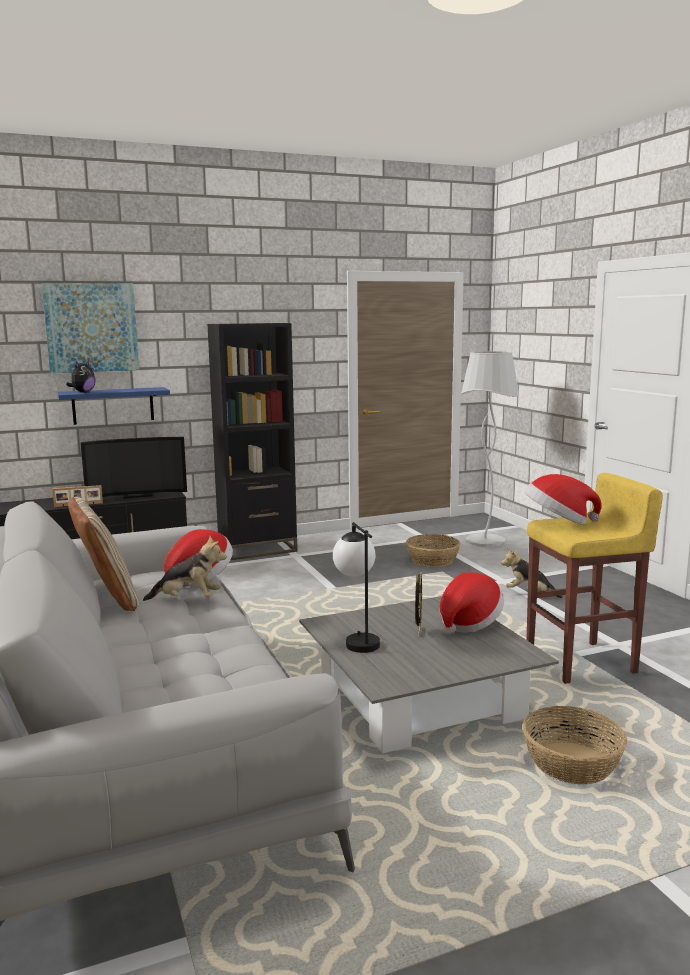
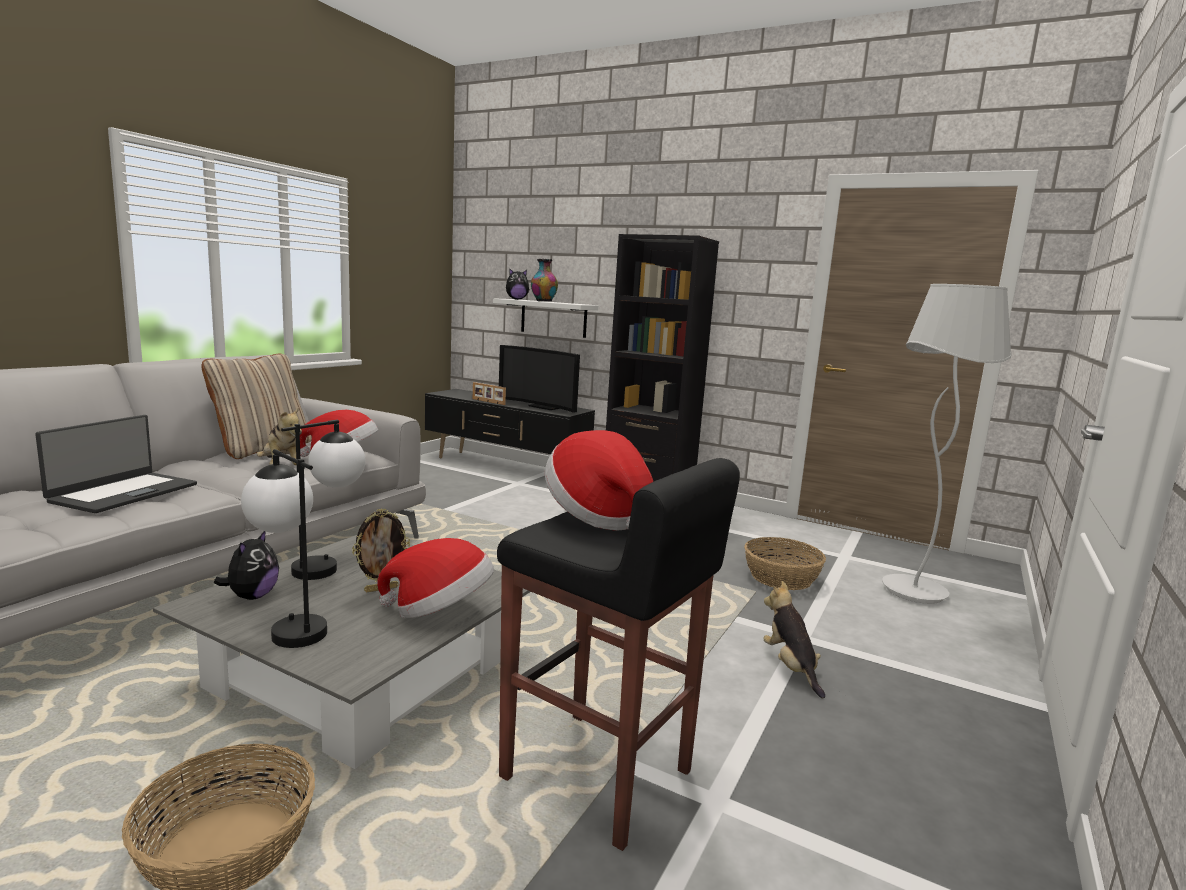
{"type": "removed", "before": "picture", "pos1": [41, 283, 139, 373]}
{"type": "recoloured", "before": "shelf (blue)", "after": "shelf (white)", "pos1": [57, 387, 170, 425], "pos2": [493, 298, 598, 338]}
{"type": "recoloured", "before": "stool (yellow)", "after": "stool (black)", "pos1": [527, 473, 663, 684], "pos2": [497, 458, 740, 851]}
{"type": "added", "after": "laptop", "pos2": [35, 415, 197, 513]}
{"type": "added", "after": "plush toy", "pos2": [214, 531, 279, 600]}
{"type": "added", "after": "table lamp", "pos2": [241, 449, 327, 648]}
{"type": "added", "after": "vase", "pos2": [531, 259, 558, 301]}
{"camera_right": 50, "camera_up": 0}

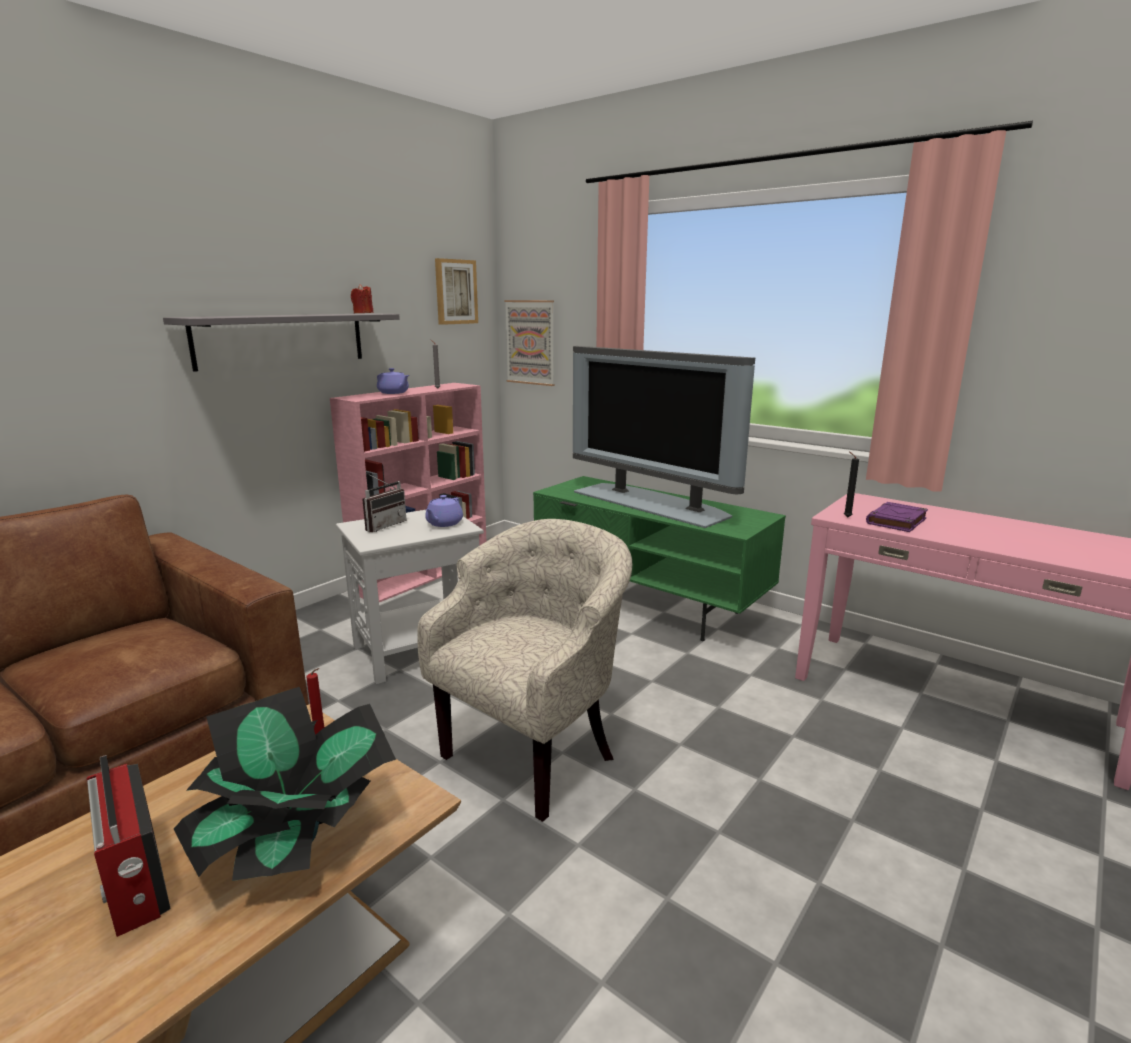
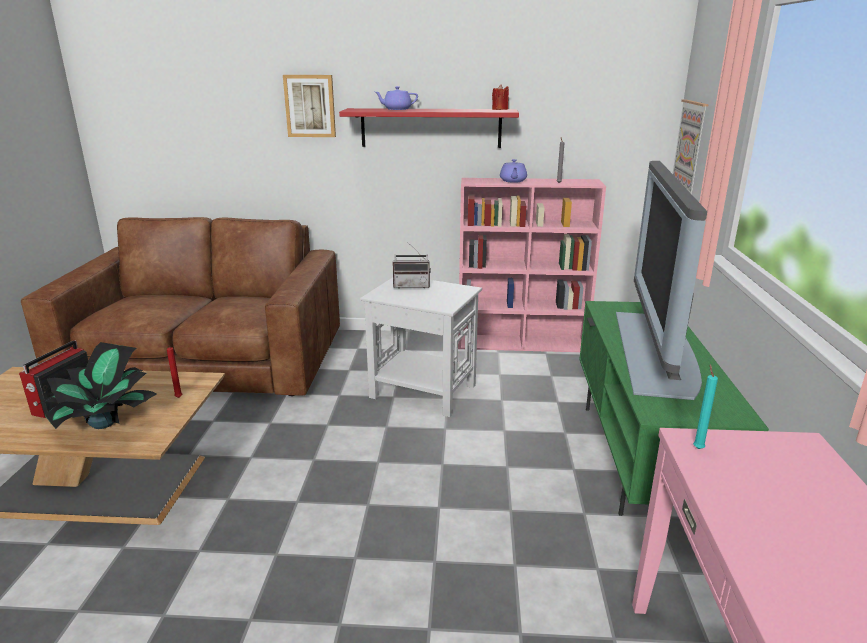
{"type": "recoloured", "before": "shelf (grey)", "after": "shelf (red)", "pos1": [163, 313, 400, 372], "pos2": [339, 108, 519, 148]}
{"type": "removed", "before": "armchair (beige)", "pos1": [417, 519, 632, 822]}
{"type": "moved", "before": "teapot (purple)", "pos1": [425, 495, 463, 527], "pos2": [375, 86, 418, 110]}
{"type": "moved", "before": "picture", "pos1": [435, 258, 478, 325], "pos2": [283, 75, 336, 137]}
{"type": "recoloured", "before": "candle (black)", "after": "candle (turquoise)", "pos1": [844, 452, 859, 518], "pos2": [693, 364, 718, 449]}
{"type": "removed", "before": "book (purple)", "pos1": [866, 502, 928, 532]}
{"camera_right": 55, "camera_up": 5}

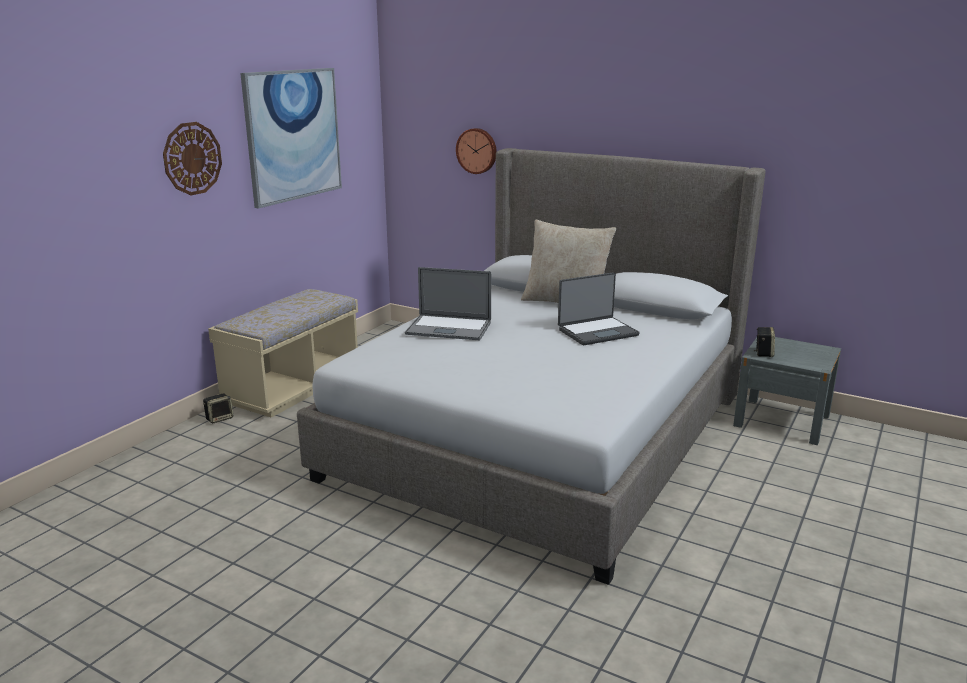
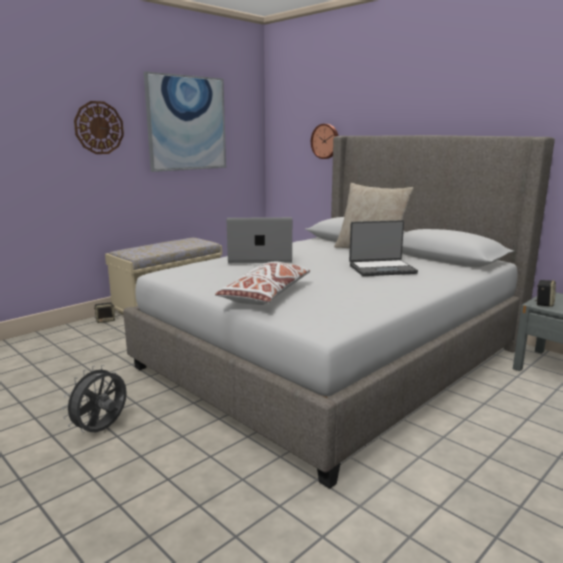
{"type": "turned", "before": "laptop", "pos1": [405, 267, 491, 340], "pos2": [227, 217, 292, 263], "turn": 150}
{"type": "added", "after": "fan (grey)", "pos2": [62, 365, 127, 433]}
{"type": "added", "after": "pillow (white)", "pos2": [215, 262, 310, 305]}
{"camera_right": 15, "camera_up": -5}

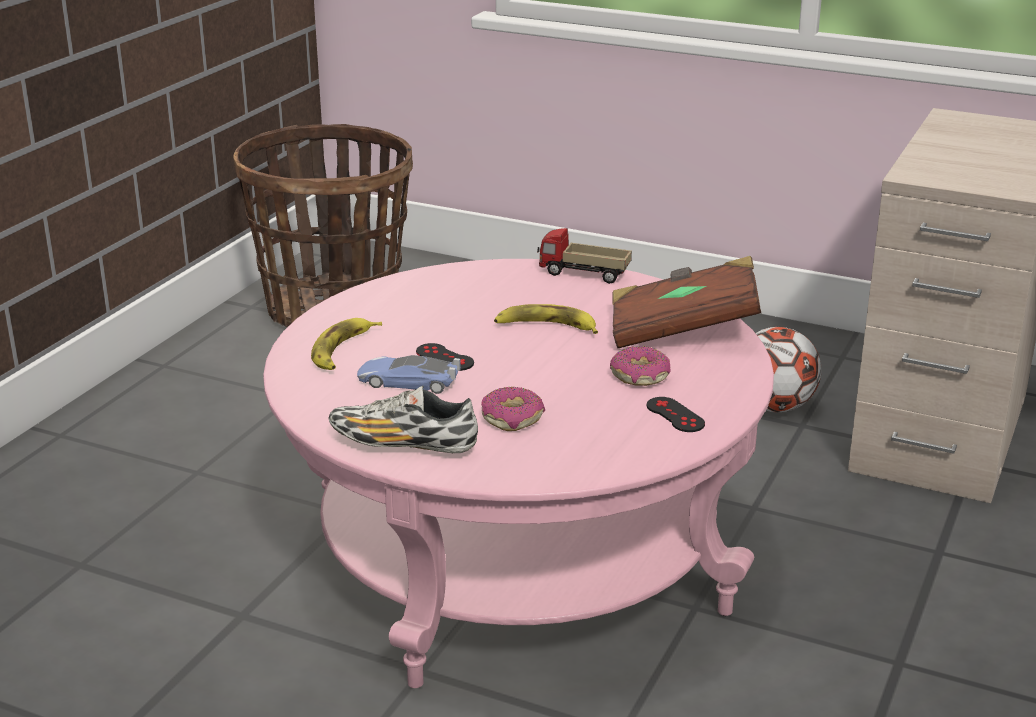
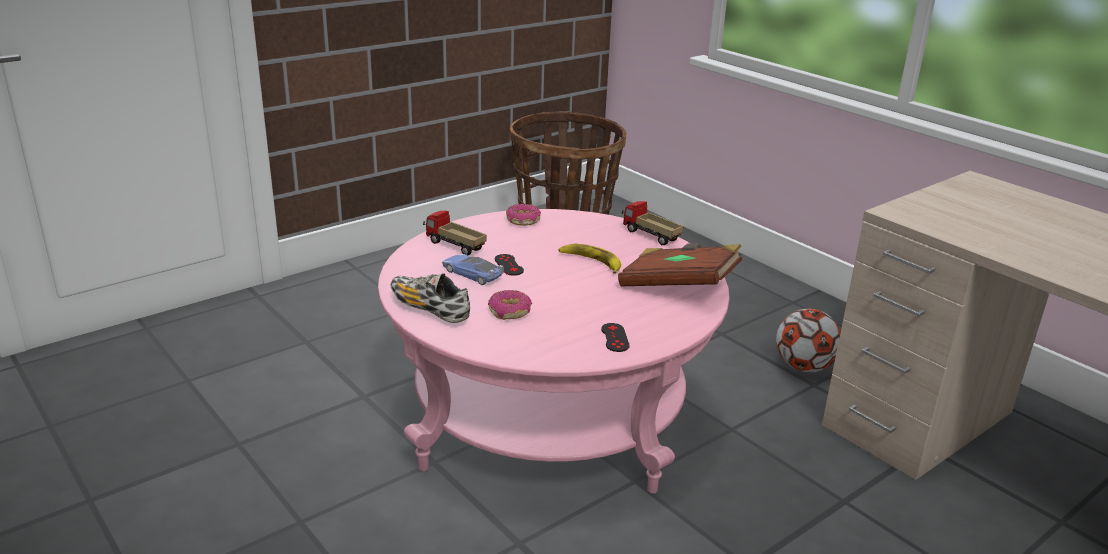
{"type": "replaced", "before": "banana", "after": "toy truck", "pos1": [311, 318, 382, 370], "pos2": [423, 211, 486, 255]}
{"type": "moved", "before": "donut", "pos1": [610, 346, 670, 386], "pos2": [506, 203, 541, 226]}
{"camera_right": 25, "camera_up": 0}

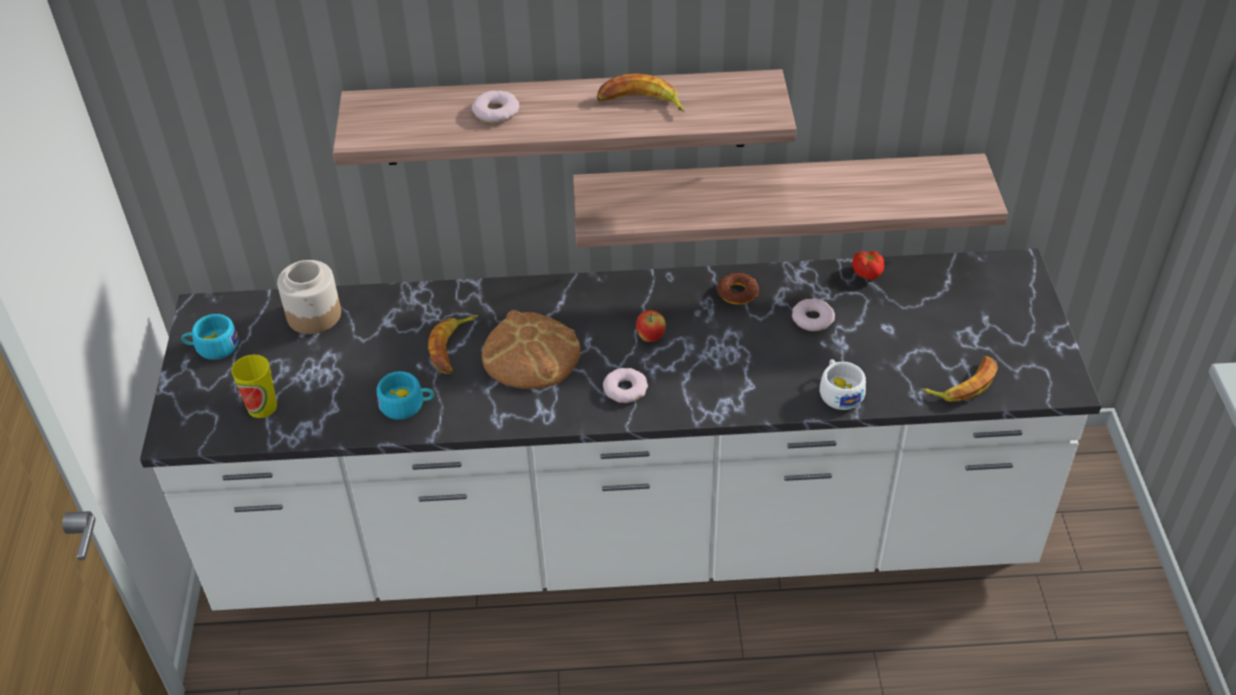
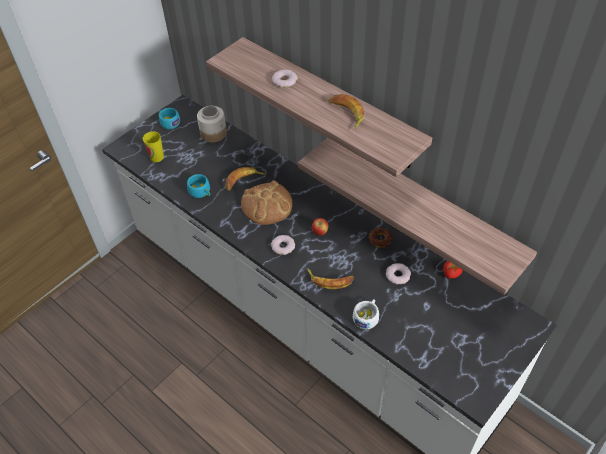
{"type": "moved", "before": "banana", "pos1": [920, 356, 998, 402], "pos2": [307, 268, 354, 289]}
{"camera_right": 45, "camera_up": 5}

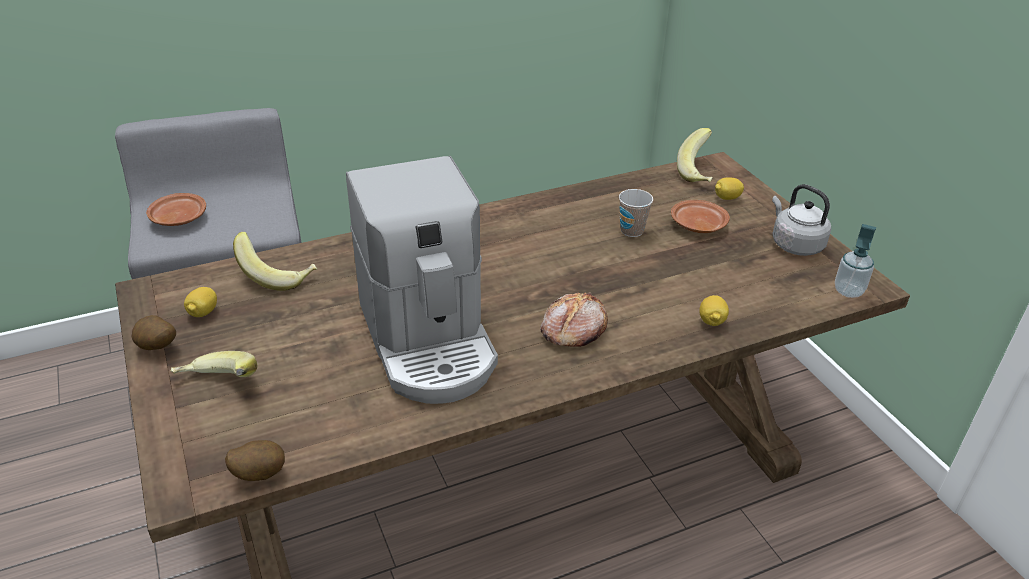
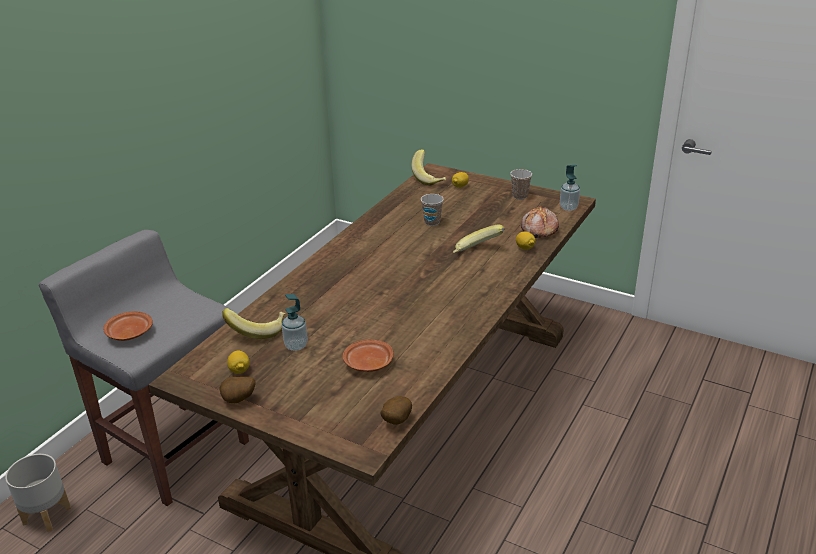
{"type": "moved", "before": "banana", "pos1": [170, 351, 257, 377], "pos2": [453, 225, 505, 253]}
{"type": "removed", "before": "coffee machine", "pos1": [346, 156, 498, 404]}
{"type": "moved", "before": "bread", "pos1": [540, 292, 608, 347], "pos2": [521, 206, 559, 238]}
{"type": "moved", "before": "plate (brown)", "pos1": [671, 200, 730, 233], "pos2": [343, 340, 393, 372]}
{"type": "replaced", "before": "kettle (grey)", "after": "cup", "pos1": [772, 184, 831, 256], "pos2": [510, 169, 532, 199]}
{"type": "added", "after": "planter (grey)", "pos2": [5, 454, 71, 532]}
{"type": "added", "after": "soap dispenser", "pos2": [282, 294, 308, 351]}
{"camera_right": -35, "camera_up": -5}

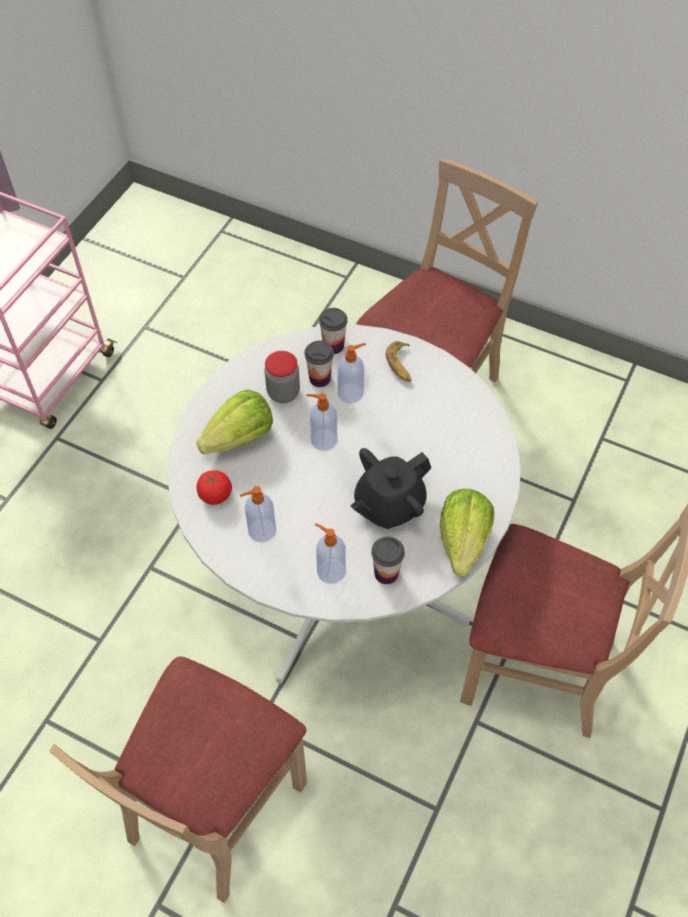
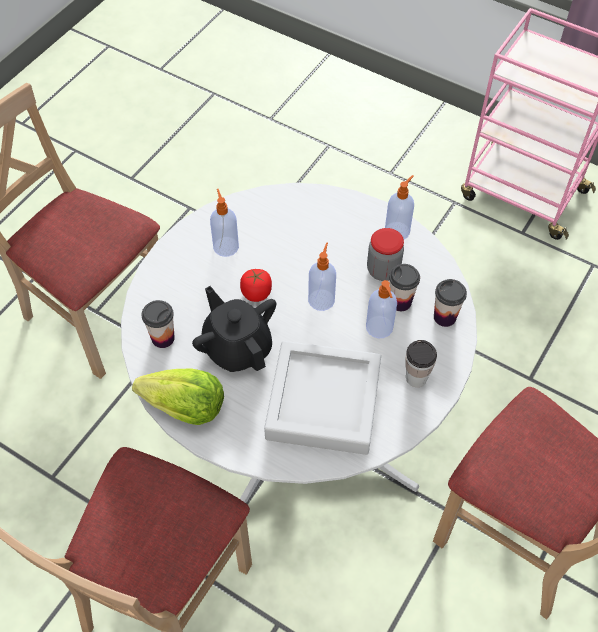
{"type": "removed", "before": "lettuce", "pos1": [196, 389, 273, 454]}
{"type": "moved", "before": "tomato", "pos1": [197, 470, 232, 505], "pos2": [240, 269, 272, 302]}
{"type": "moved", "before": "soap dispenser", "pos1": [315, 523, 346, 584], "pos2": [385, 175, 414, 240]}
{"type": "replaced", "before": "banana", "after": "cup", "pos1": [386, 341, 411, 382], "pos2": [405, 340, 437, 387]}
{"type": "added", "after": "tray (grey)", "pos2": [264, 341, 381, 455]}
{"camera_right": 95, "camera_up": 0}

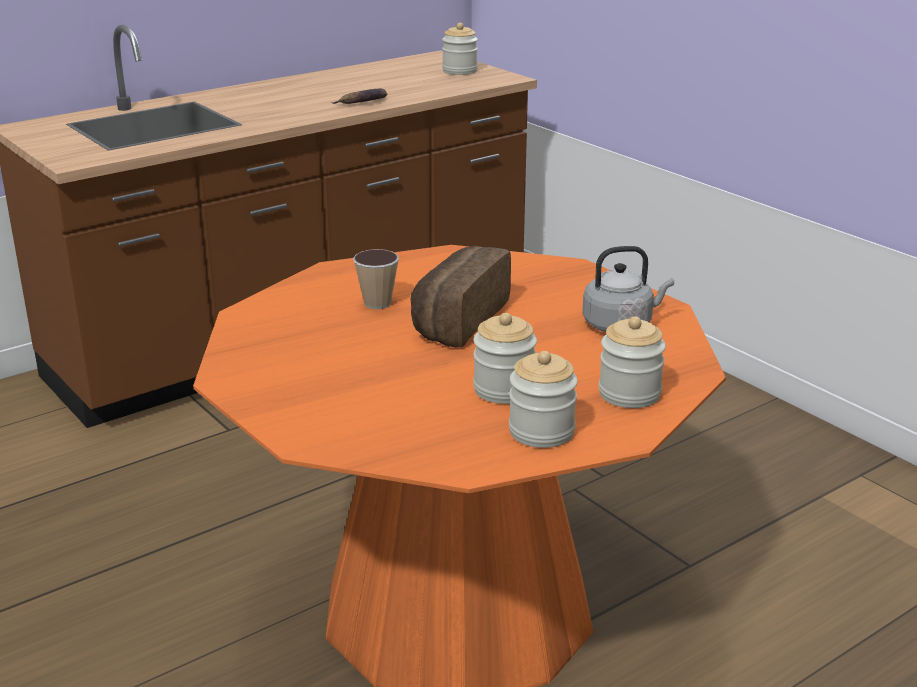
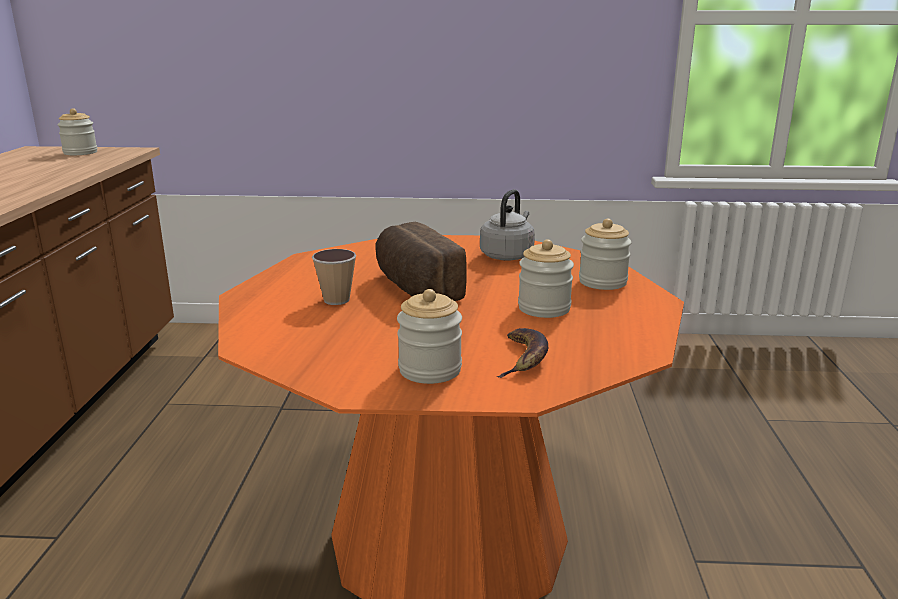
{"type": "moved", "before": "banana", "pos1": [331, 89, 387, 104], "pos2": [497, 328, 548, 378]}
{"type": "moved", "before": "jar", "pos1": [509, 351, 578, 448], "pos2": [397, 289, 462, 384]}
{"camera_right": -50, "camera_up": -5}

